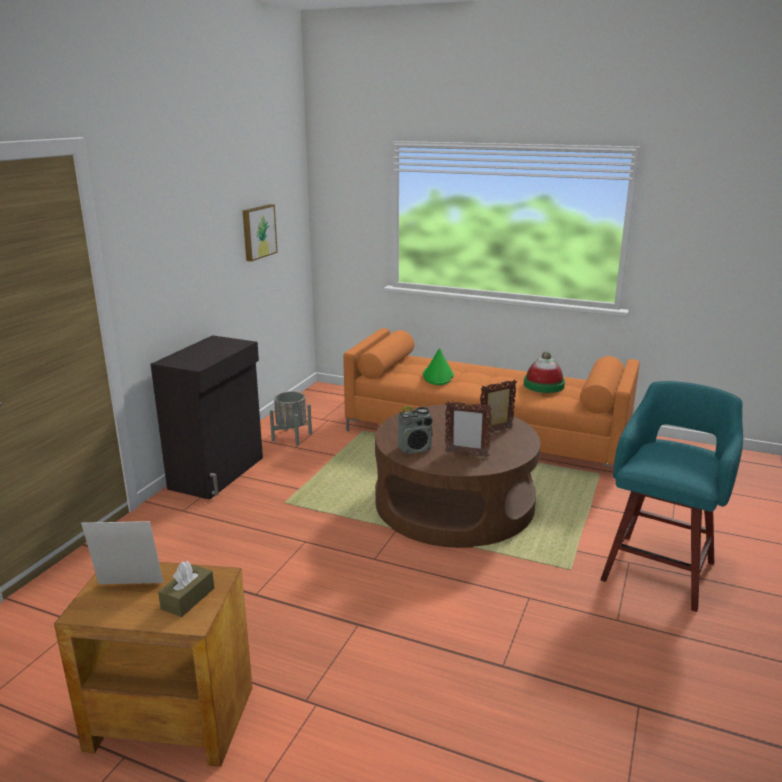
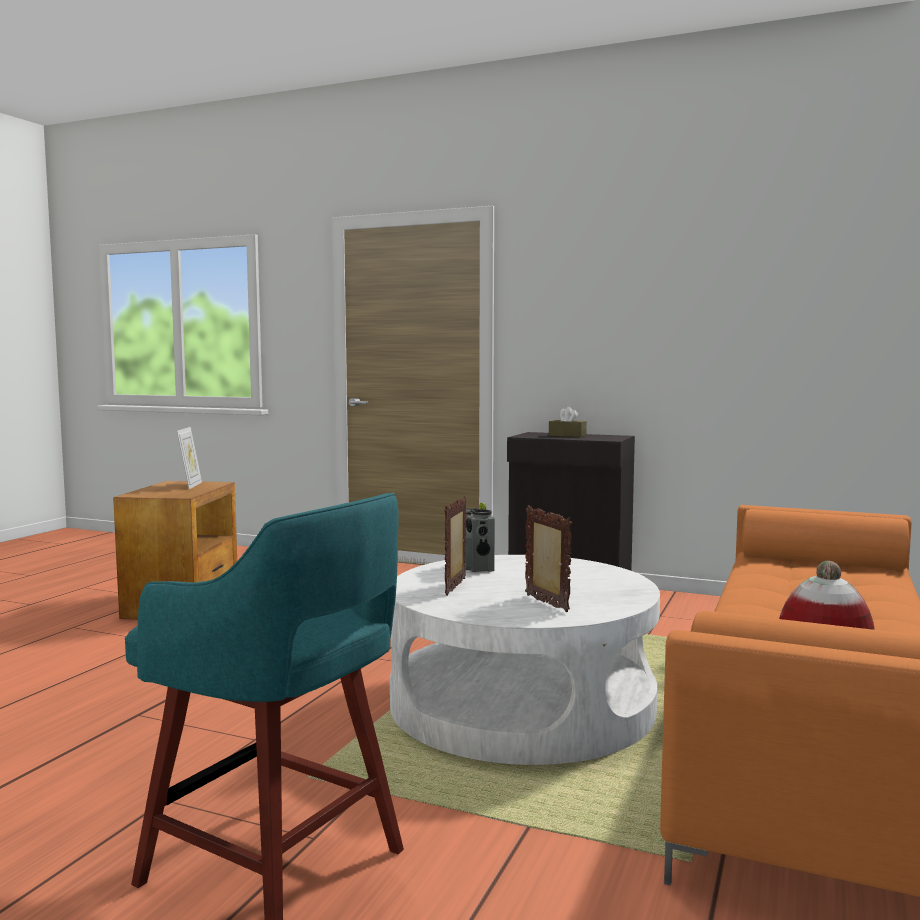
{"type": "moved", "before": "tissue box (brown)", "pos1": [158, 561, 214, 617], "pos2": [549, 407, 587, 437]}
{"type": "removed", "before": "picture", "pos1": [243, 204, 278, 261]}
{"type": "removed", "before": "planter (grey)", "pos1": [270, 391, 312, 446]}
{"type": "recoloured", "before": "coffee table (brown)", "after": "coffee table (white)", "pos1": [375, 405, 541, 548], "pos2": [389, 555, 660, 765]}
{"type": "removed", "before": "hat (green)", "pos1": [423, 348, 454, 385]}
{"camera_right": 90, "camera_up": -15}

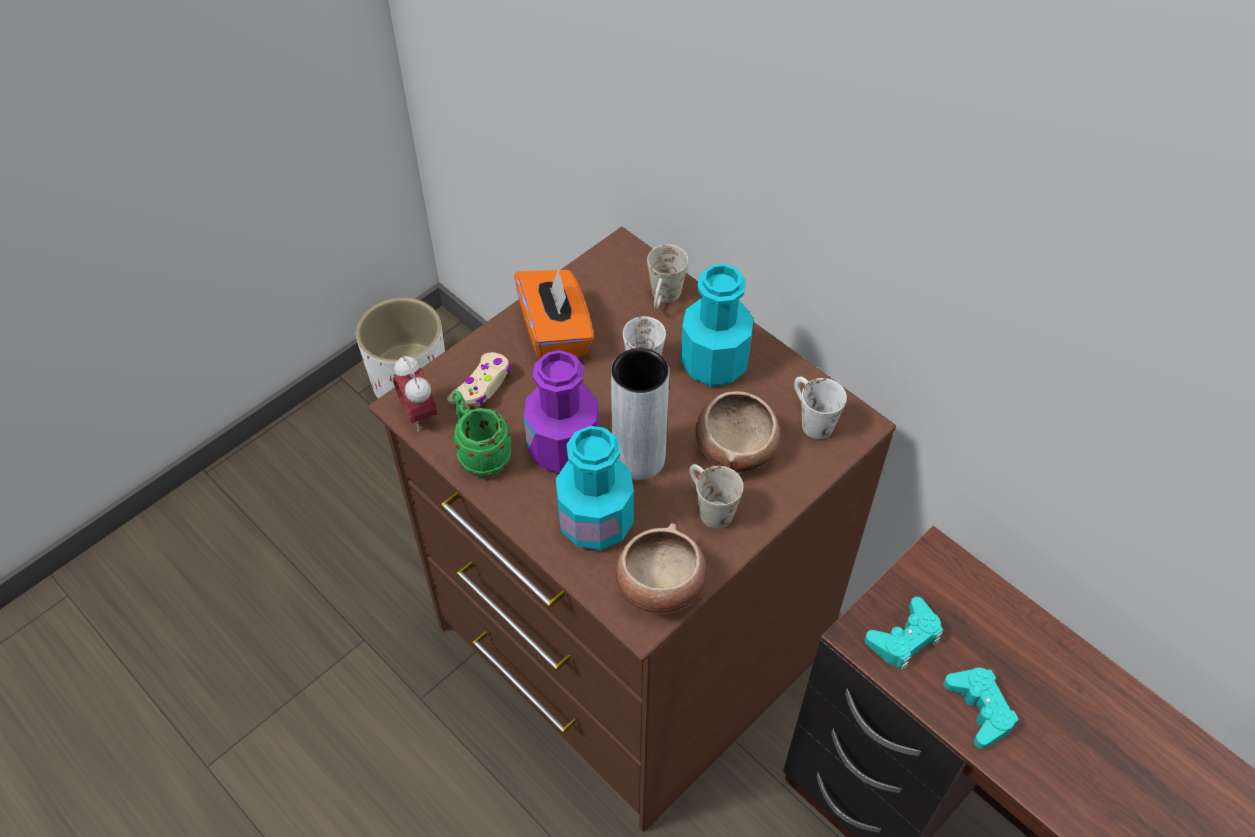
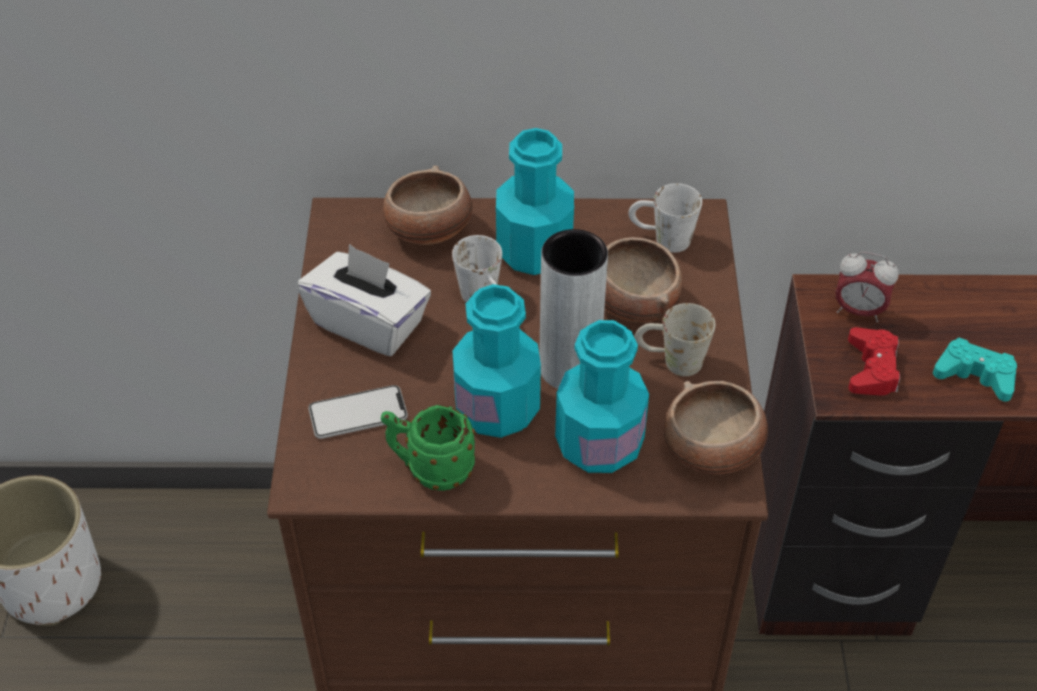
{"type": "moved", "before": "alarm clock", "pos1": [393, 355, 437, 432], "pos2": [836, 252, 899, 322]}
{"type": "replaced", "before": "game controller (beige)", "after": "phone", "pos1": [447, 352, 511, 406], "pos2": [308, 385, 408, 439]}
{"type": "recoloured", "before": "tissue box (orange)", "after": "tissue box (white)", "pos1": [514, 268, 594, 360], "pos2": [297, 244, 431, 356]}
{"type": "recoloured", "before": "bottle (purple)", "after": "bottle (turquoise)", "pos1": [524, 350, 599, 473], "pos2": [452, 284, 541, 438]}
{"type": "replaced", "before": "mug (white)", "after": "bowl", "pos1": [647, 244, 688, 309], "pos2": [383, 165, 472, 245]}
{"type": "recoloured", "before": "game controller (turquoise)", "after": "game controller (red)", "pos1": [865, 597, 943, 670], "pos2": [848, 327, 900, 396]}
{"camera_right": -45, "camera_up": -5}

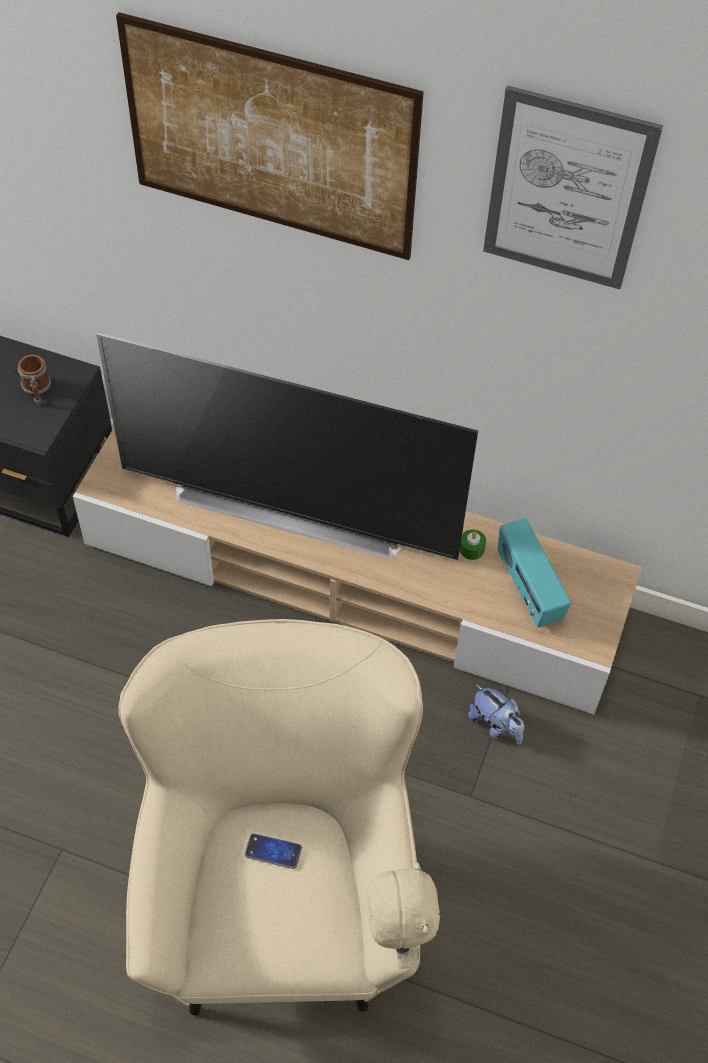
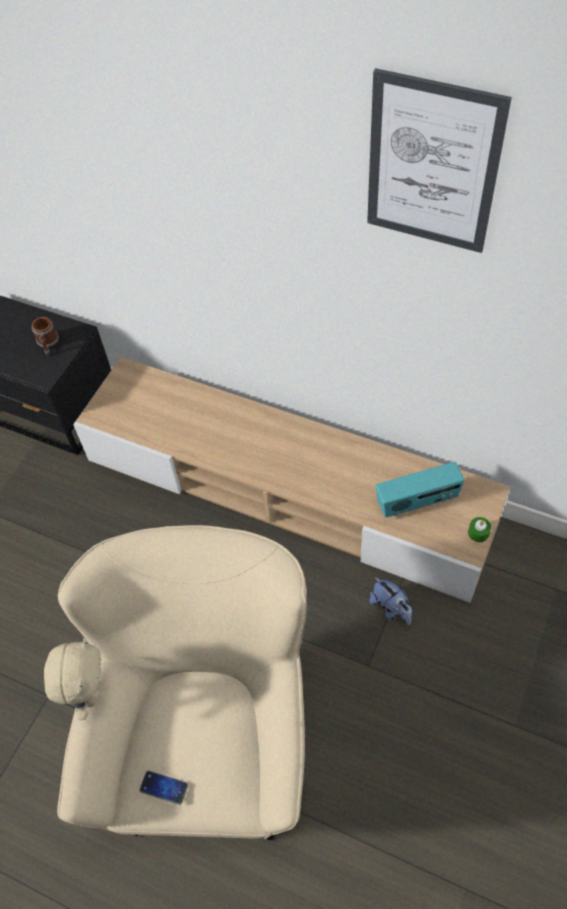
{"type": "removed", "before": "television", "pos1": [96, 332, 478, 561]}
{"type": "removed", "before": "picture", "pos1": [116, 12, 424, 260]}
{"type": "moved", "before": "phone", "pos1": [244, 833, 302, 869], "pos2": [139, 771, 188, 805]}
{"type": "moved", "before": "plush toy (beige)", "pos1": [367, 862, 440, 969], "pos2": [44, 637, 101, 720]}
{"type": "moved", "before": "candle (green)", "pos1": [460, 529, 486, 560], "pos2": [468, 517, 491, 542]}
{"type": "turned", "before": "radio", "pos1": [498, 518, 571, 627], "pos2": [376, 462, 465, 517], "turn": -90}
{"camera_right": 10, "camera_up": 0}

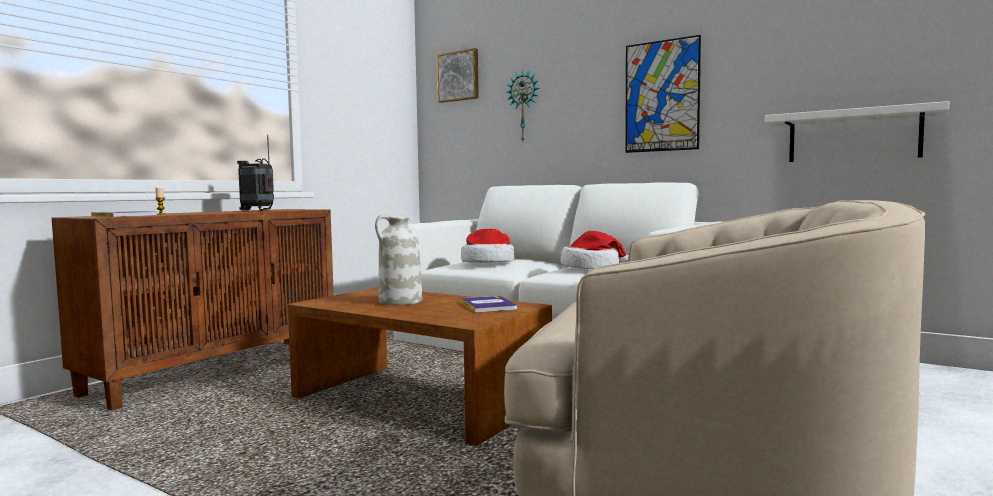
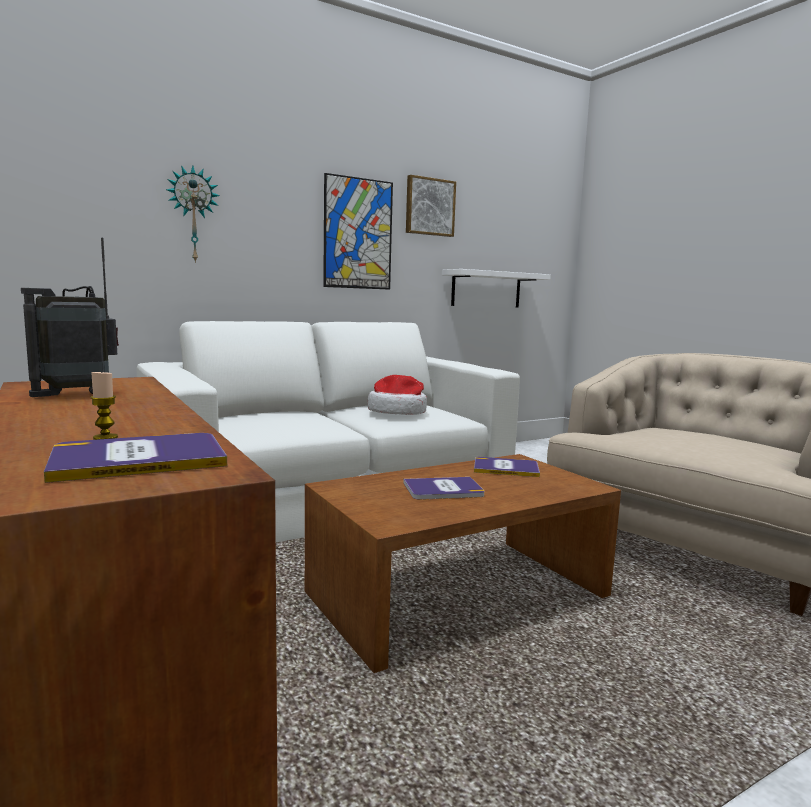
{"type": "replaced", "before": "vase (white)", "after": "book", "pos1": [375, 214, 422, 305], "pos2": [403, 477, 484, 500]}
{"type": "moved", "before": "picture", "pos1": [437, 48, 479, 103], "pos2": [406, 175, 456, 237]}
{"type": "removed", "before": "hat", "pos1": [461, 229, 515, 263]}
{"camera_right": -65, "camera_up": 5}

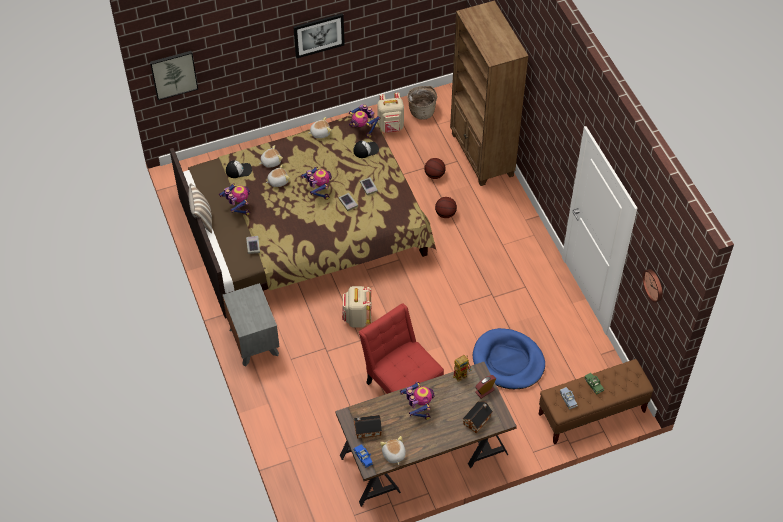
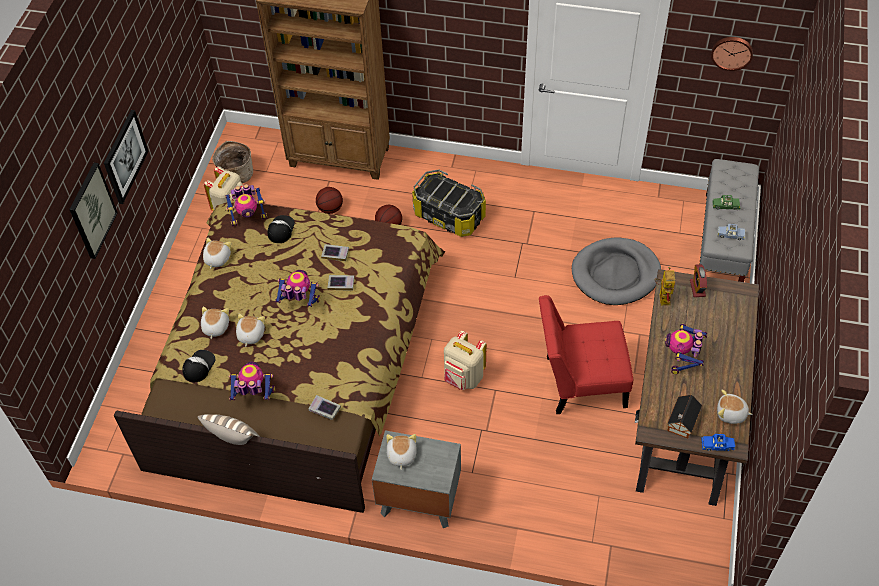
{"type": "moved", "before": "picture", "pos1": [150, 51, 198, 100], "pos2": [69, 163, 118, 259]}
{"type": "turned", "before": "toy robot", "pos1": [400, 382, 435, 420], "pos2": [665, 324, 707, 374], "turn": -90}
{"type": "removed", "before": "toy house", "pos1": [463, 401, 493, 433]}
{"type": "recoloured", "before": "dog bed (blue)", "after": "dog bed (grey)", "pos1": [473, 328, 545, 389], "pos2": [572, 238, 661, 305]}
{"type": "recoloured", "before": "bench (brown)", "after": "bench (grey)", "pos1": [539, 359, 653, 444], "pos2": [700, 159, 759, 282]}
{"type": "added", "after": "plush toy", "pos2": [386, 434, 417, 470]}
{"type": "added", "after": "storage box", "pos2": [412, 170, 486, 237]}
{"camera_right": -55, "camera_up": 0}

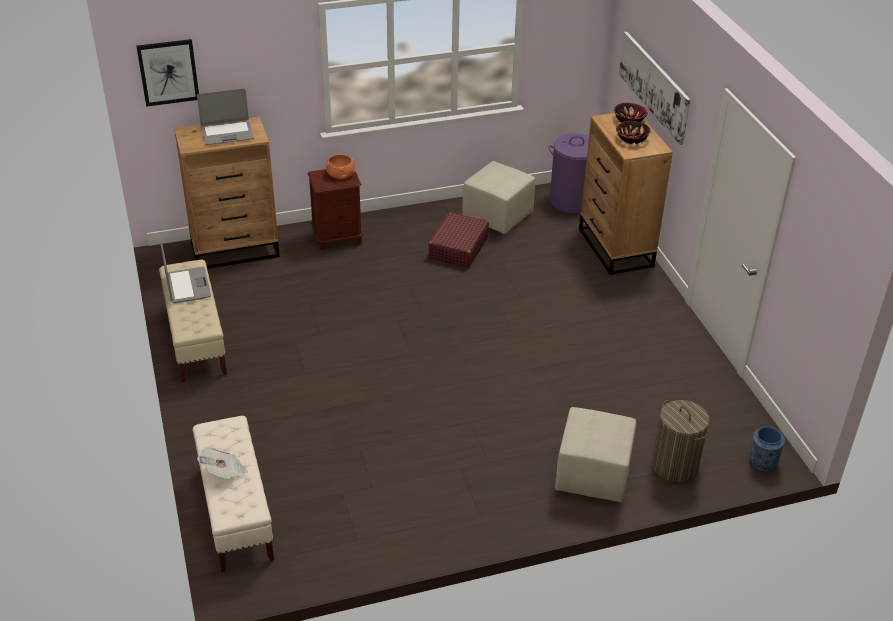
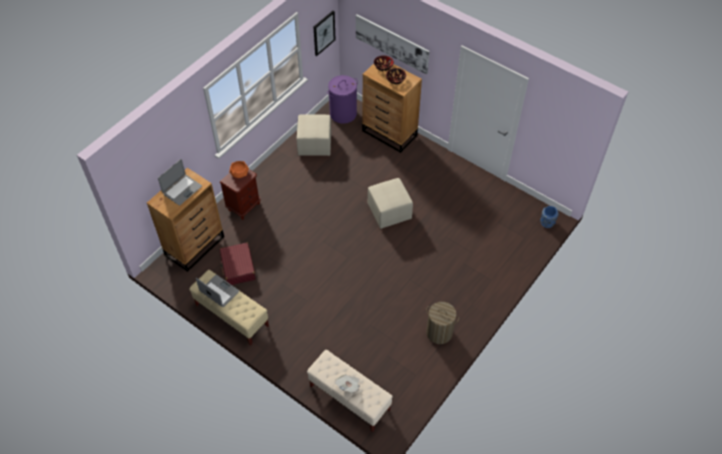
{"type": "moved", "before": "picture", "pos1": [136, 39, 199, 107], "pos2": [314, 10, 336, 56]}
{"type": "moved", "before": "suitcase (red)", "pos1": [428, 213, 489, 268], "pos2": [219, 242, 256, 285]}
{"type": "moved", "before": "ottoman (beige)", "pos1": [555, 407, 636, 503], "pos2": [368, 178, 413, 229]}
{"type": "moved", "before": "laundry basket", "pos1": [652, 400, 709, 482], "pos2": [426, 302, 459, 344]}
{"camera_right": -35, "camera_up": 15}

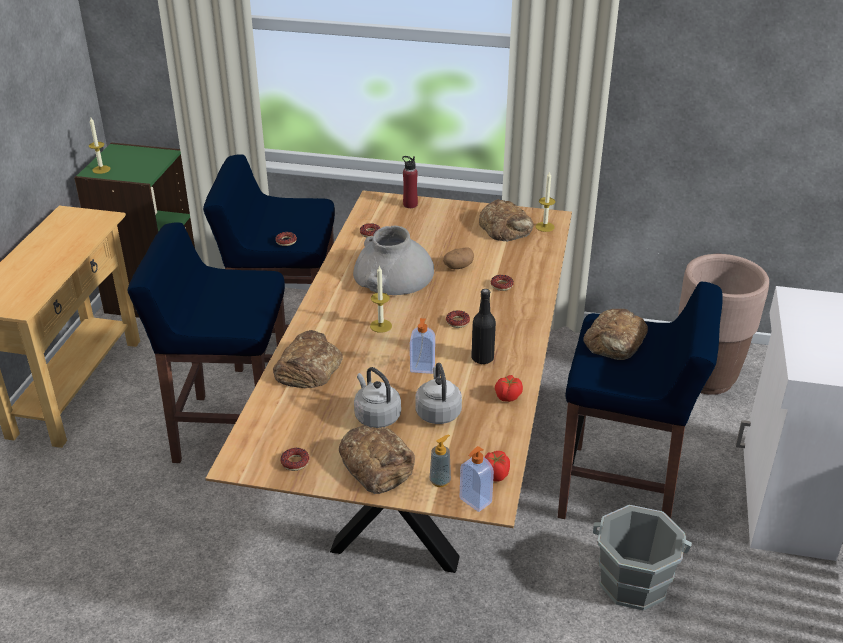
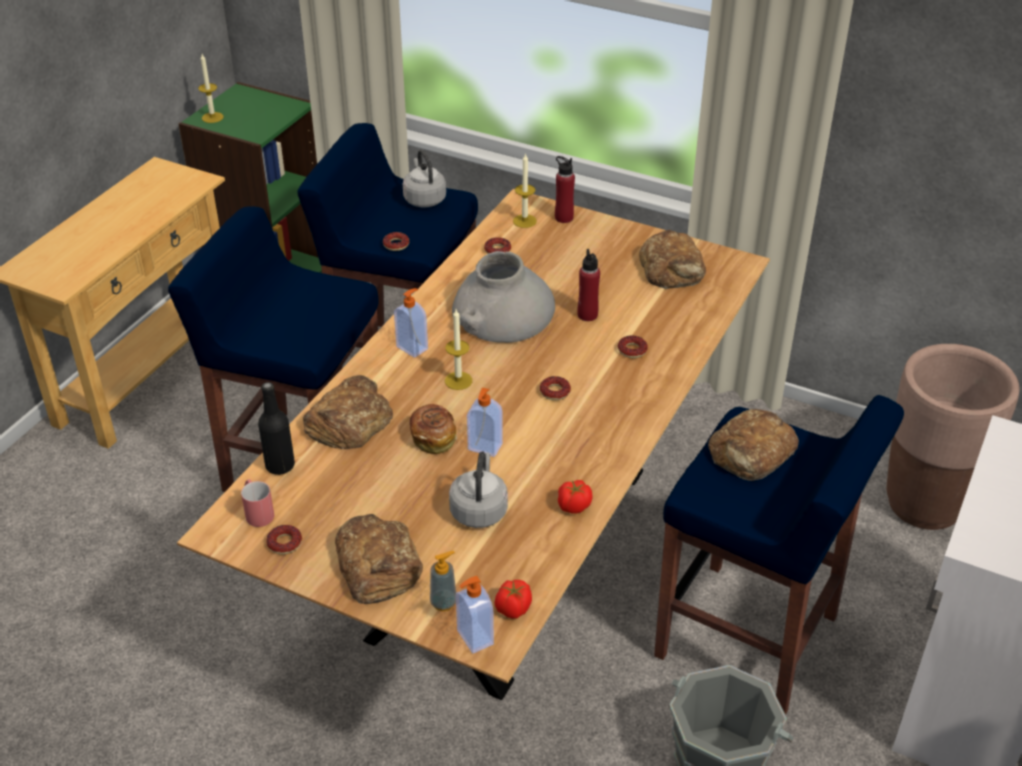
{"type": "moved", "before": "kettle (grey)", "pos1": [354, 367, 401, 428], "pos2": [403, 150, 446, 208]}
{"type": "replaced", "before": "potato", "after": "bottle (red)", "pos1": [443, 247, 474, 269], "pos2": [577, 249, 600, 321]}
{"type": "moved", "before": "bottle (black)", "pos1": [471, 289, 496, 364], "pos2": [258, 382, 295, 475]}
{"type": "moved", "before": "candle", "pos1": [535, 171, 555, 232], "pos2": [513, 153, 537, 228]}
{"type": "added", "after": "mug (red)", "pos2": [241, 479, 274, 527]}
{"type": "added", "after": "soap dispenser", "pos2": [394, 288, 428, 358]}
{"type": "added", "after": "bread", "pos2": [410, 404, 457, 454]}
{"camera_right": 15, "camera_up": 5}

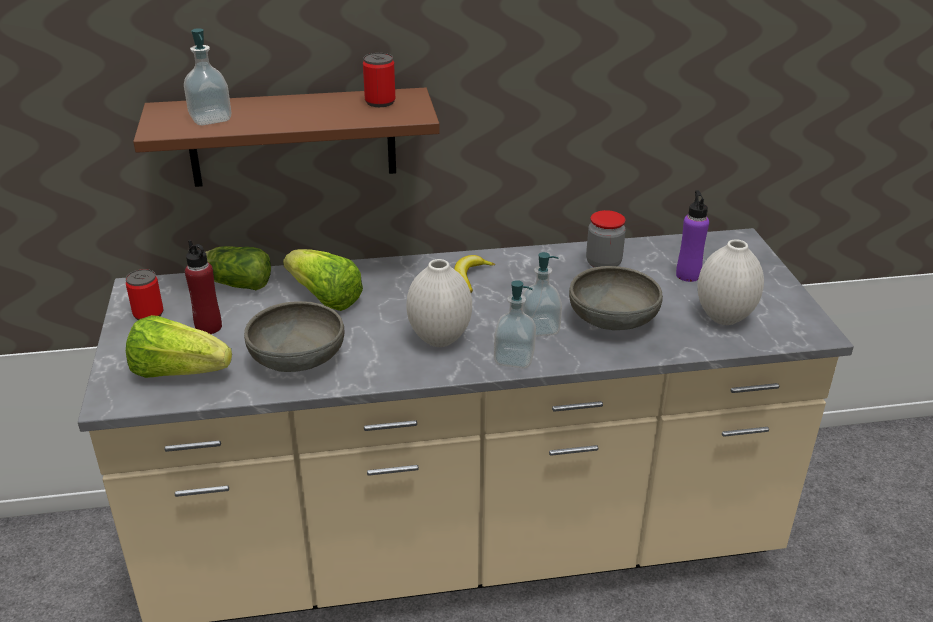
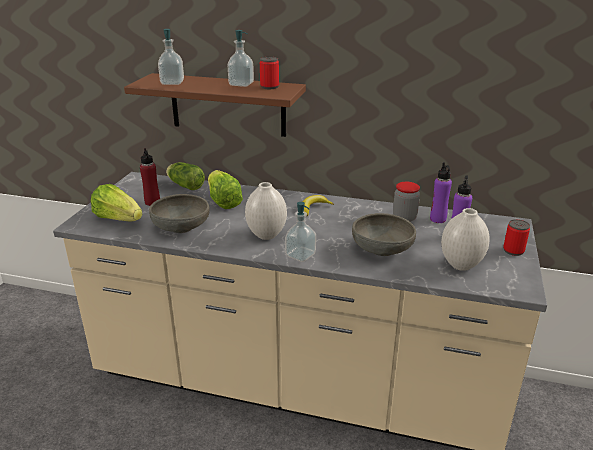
{"type": "moved", "before": "can", "pos1": [126, 269, 163, 320], "pos2": [503, 219, 530, 256]}
{"type": "moved", "before": "soap dispenser", "pos1": [522, 252, 562, 337], "pos2": [228, 30, 254, 87]}
{"type": "added", "after": "bottle (purple)", "pos2": [430, 162, 452, 223]}
{"camera_right": 25, "camera_up": -5}

